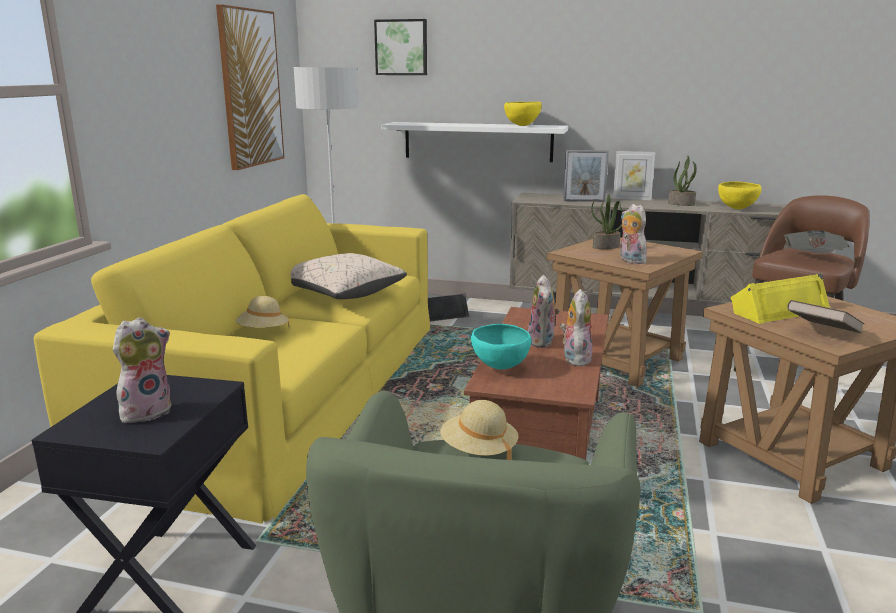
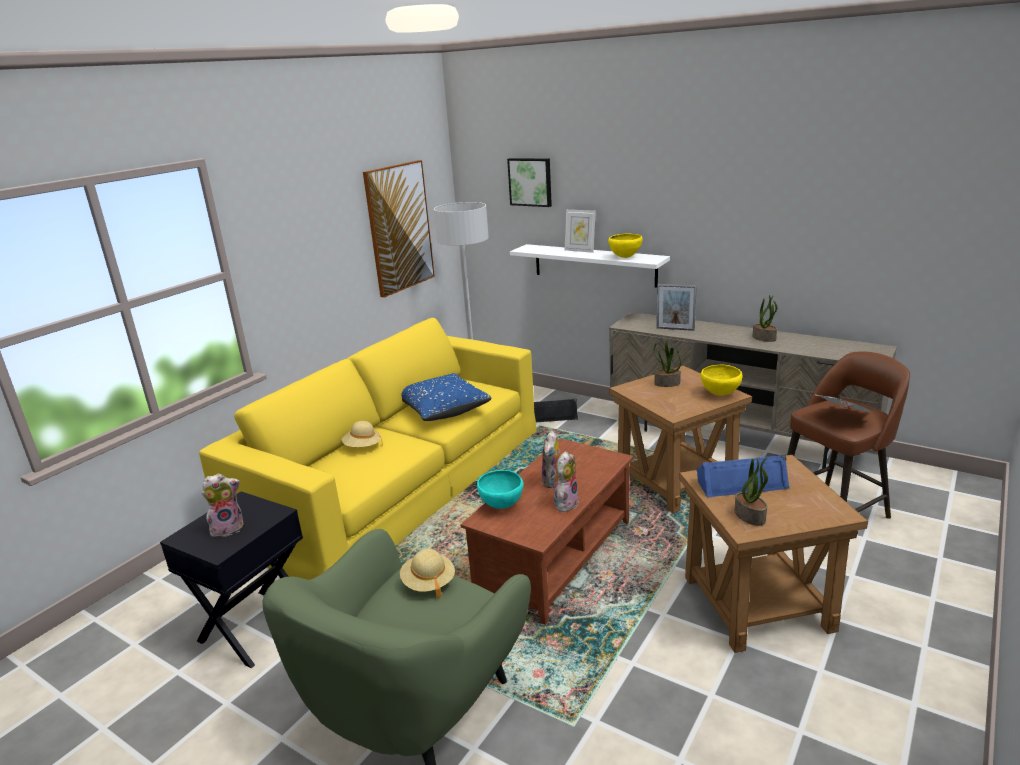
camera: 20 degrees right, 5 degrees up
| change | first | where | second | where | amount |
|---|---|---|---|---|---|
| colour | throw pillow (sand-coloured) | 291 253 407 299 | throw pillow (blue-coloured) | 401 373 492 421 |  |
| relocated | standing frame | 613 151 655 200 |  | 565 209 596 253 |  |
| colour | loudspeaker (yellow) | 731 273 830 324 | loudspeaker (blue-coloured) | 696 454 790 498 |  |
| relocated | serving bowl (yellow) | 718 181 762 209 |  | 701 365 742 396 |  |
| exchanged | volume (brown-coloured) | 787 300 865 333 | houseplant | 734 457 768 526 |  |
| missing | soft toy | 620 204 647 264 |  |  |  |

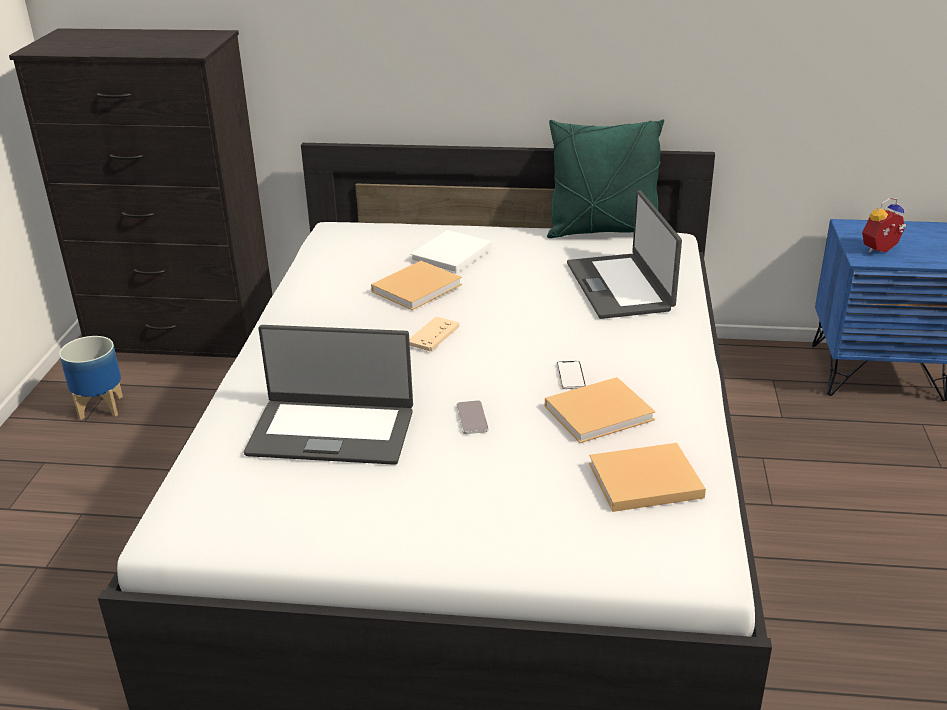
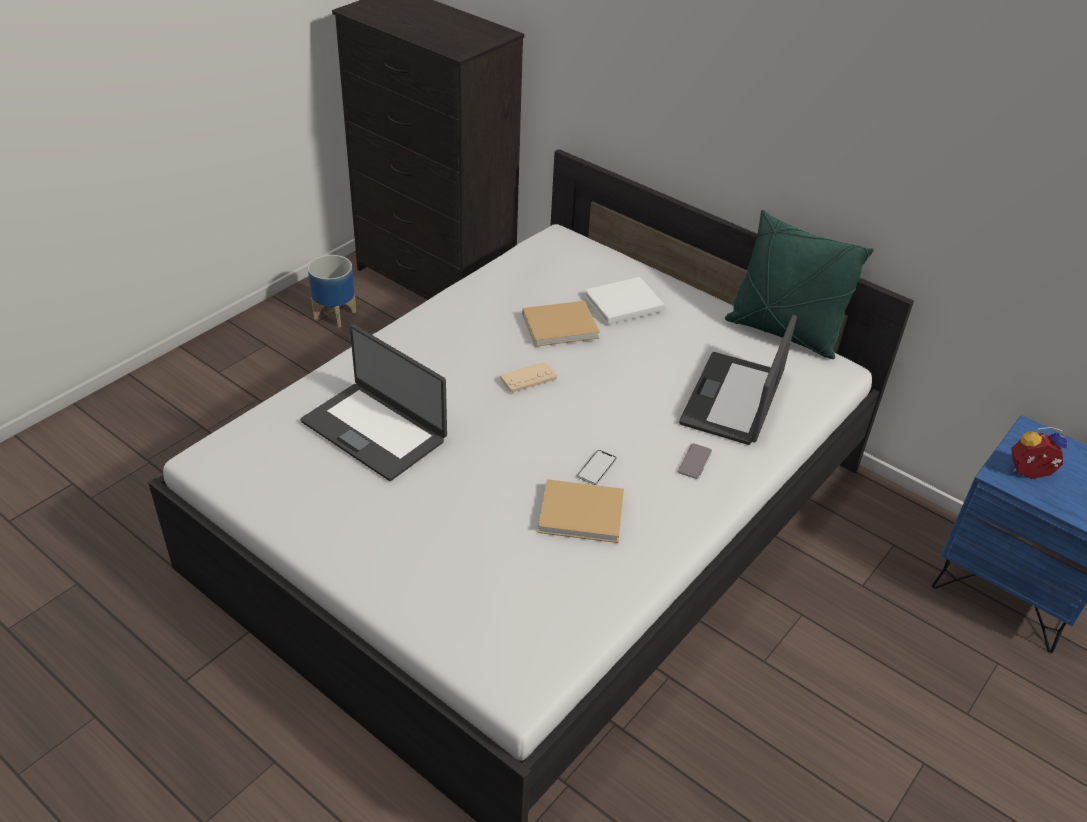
camera: 30 degrees right, 10 degrees up
| change | first | where | second | where | amount |
|---|---|---|---|---|---|
| relocated | telephone | 456 400 489 434 |  | 678 443 712 479 |  |
| missing | volume (sand-coloured) | 589 443 706 512 |  |  |  |

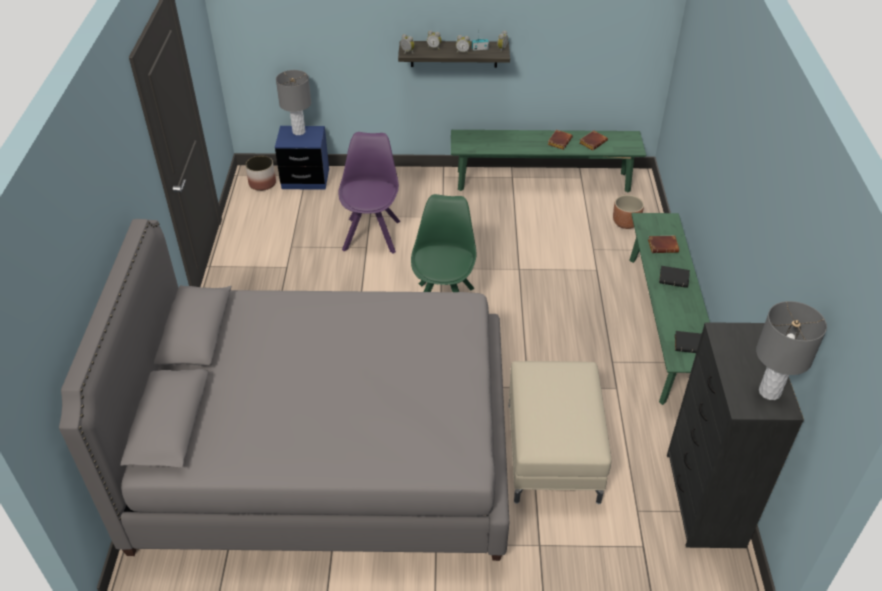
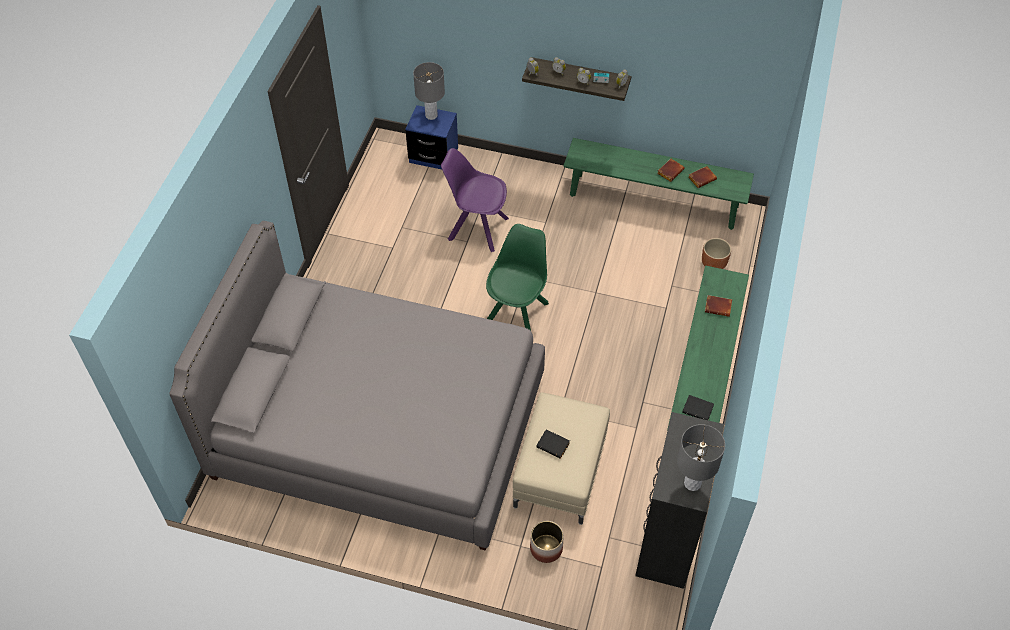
camera: 15 degrees right, 10 degrees up
| change | first | where | second | where | amount |
|---|---|---|---|---|---|
| spun | plain chair (purplish) | 339 132 401 254 |  | 441 148 509 252 | 90 degrees counterclockwise |
| relocated | planter | 245 156 276 191 |  | 530 521 564 563 |  |
| relocated | volume (black) | 659 266 690 288 |  | 536 430 570 459 |  |

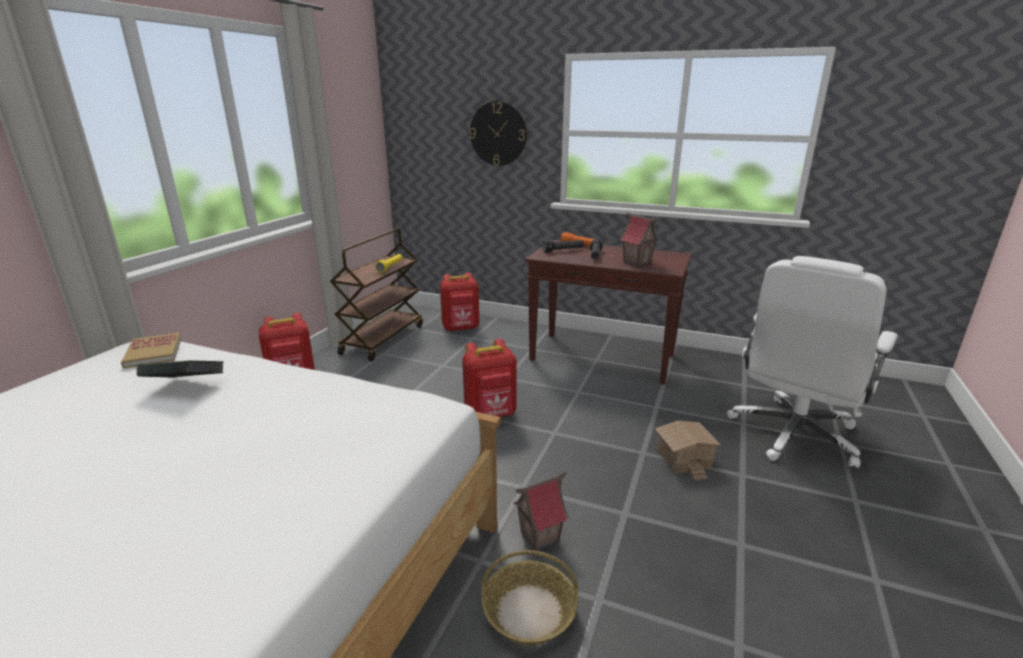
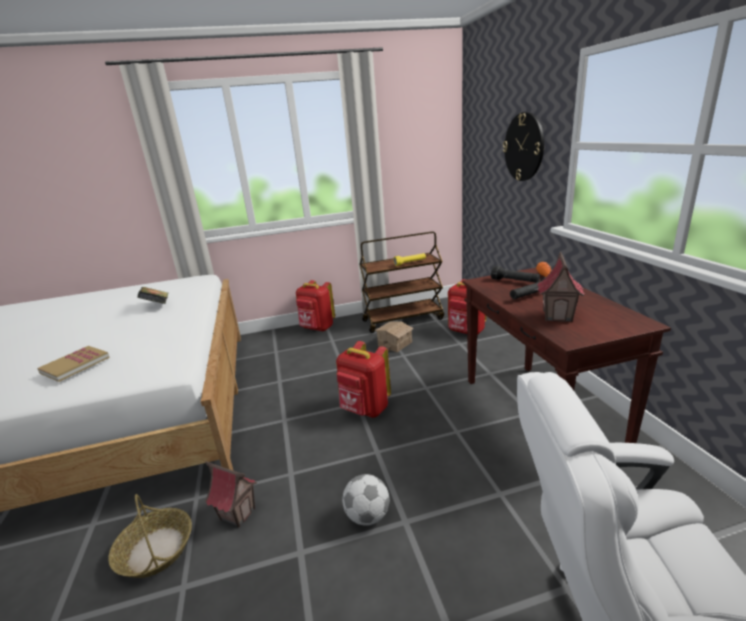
camera: 55 degrees right, 0 degrees up
| change | first | where | second | where | amount |
|---|---|---|---|---|---|
| relocated | volume | 121 333 181 368 |  | 38 346 110 382 |  |
| appeared |  |  | ball for football | 342 474 389 526 |  |
| relocated | miniature house | 655 420 721 481 |  | 374 321 414 352 |  |

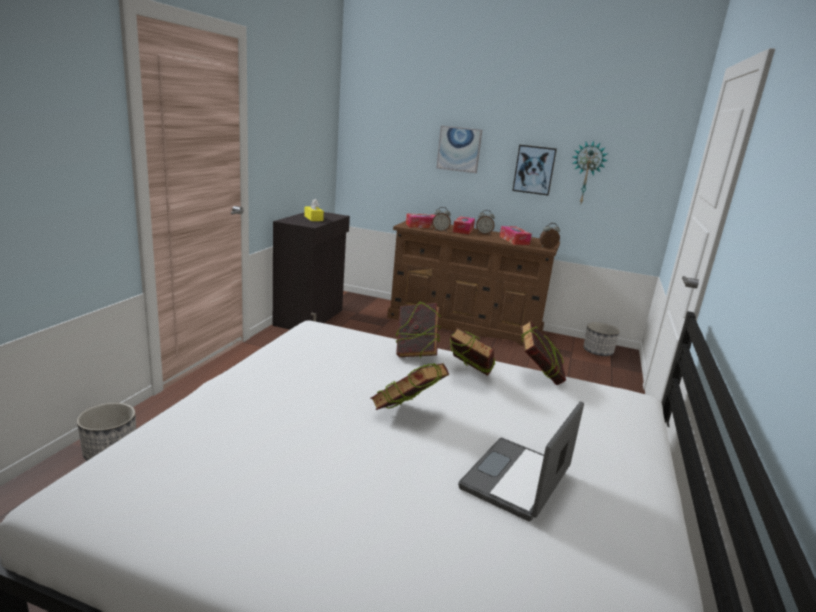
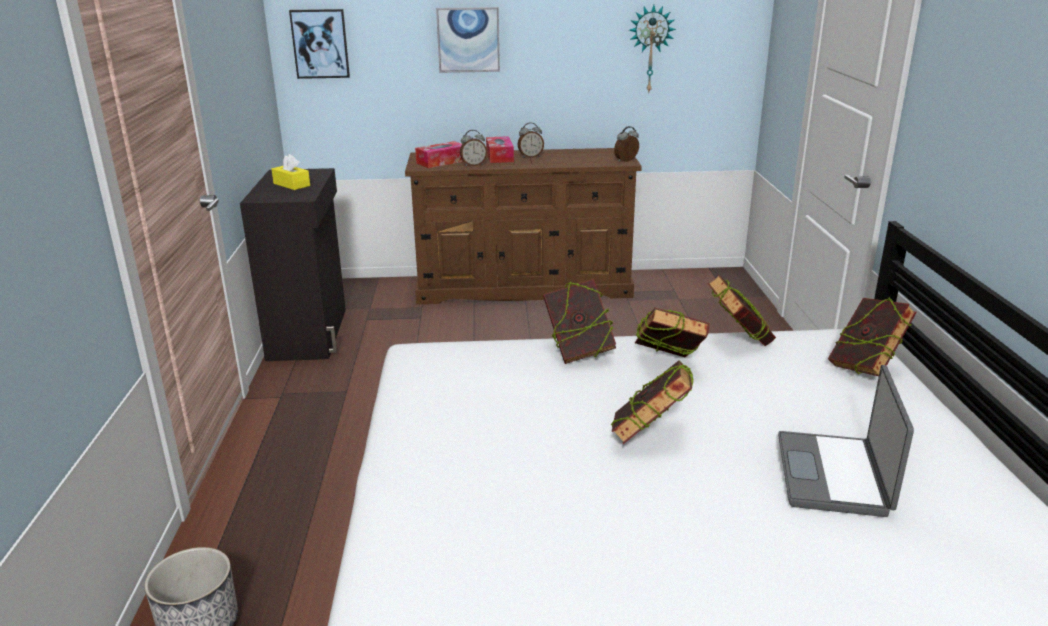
camera: 20 degrees left, 5 degrees up
| change | first | where | second | where | amount |
|---|---|---|---|---|---|
| relocated | picture | 512 145 557 196 |  | 289 9 350 79 |  |
| appeared |  |  | volume | 828 297 917 376 |  |
| missing | box of tissues | 500 226 532 245 |  |  |  |
| missing | planter | 583 322 620 356 |  |  |  |

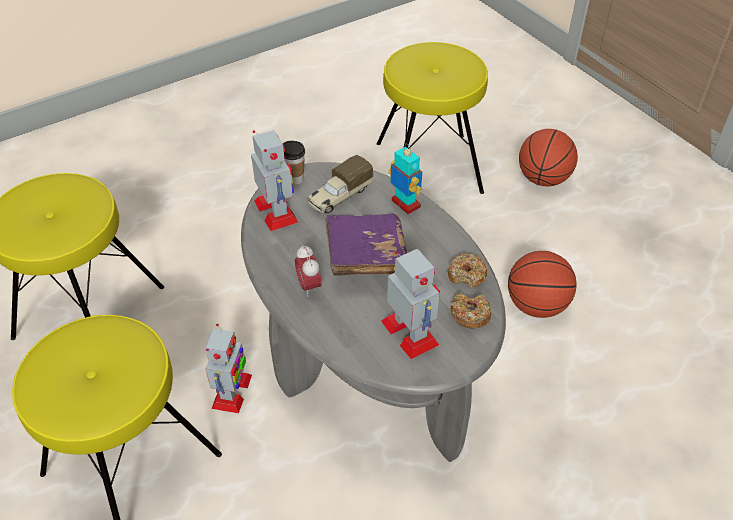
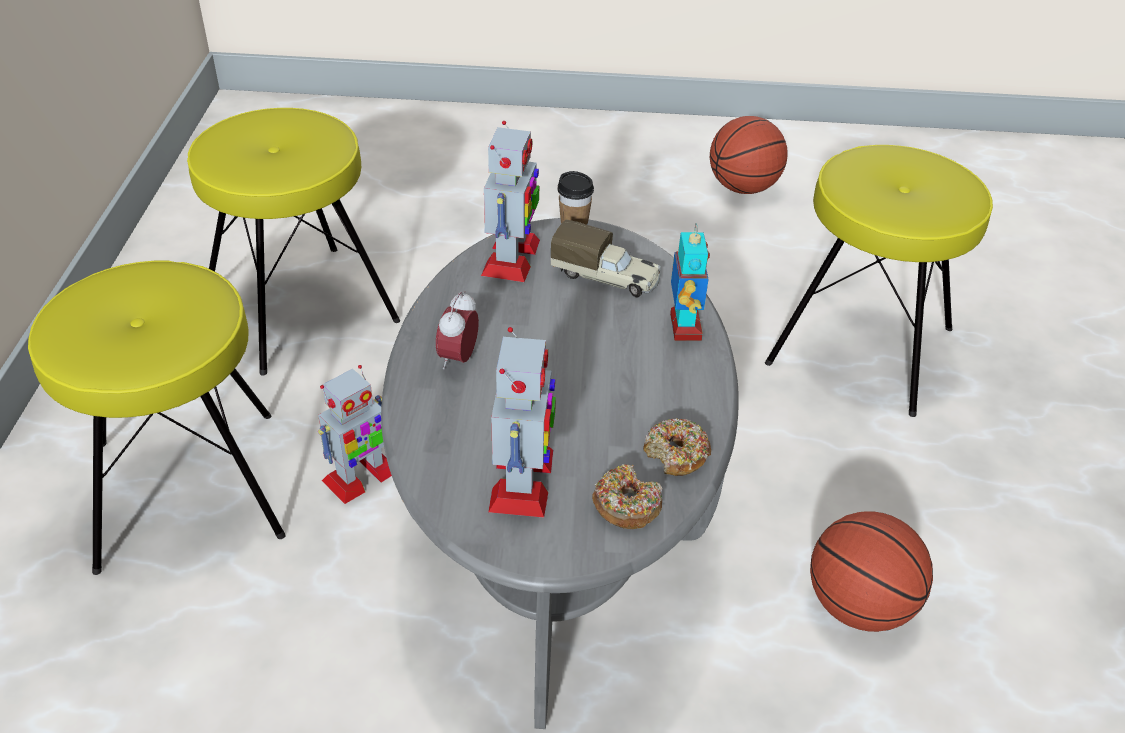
camera: 35 degrees right, 5 degrees down
| change | first | where | second | where | amount |
|---|---|---|---|---|---|
| spun | toy lorry | 307 155 373 213 |  | 551 220 661 298 | 150 degrees counterclockwise |
| relocated | basketball | 519 129 578 186 |  | 710 116 788 194 |  |
| missing | volume (purplish) | 325 214 407 276 |  |  |  |

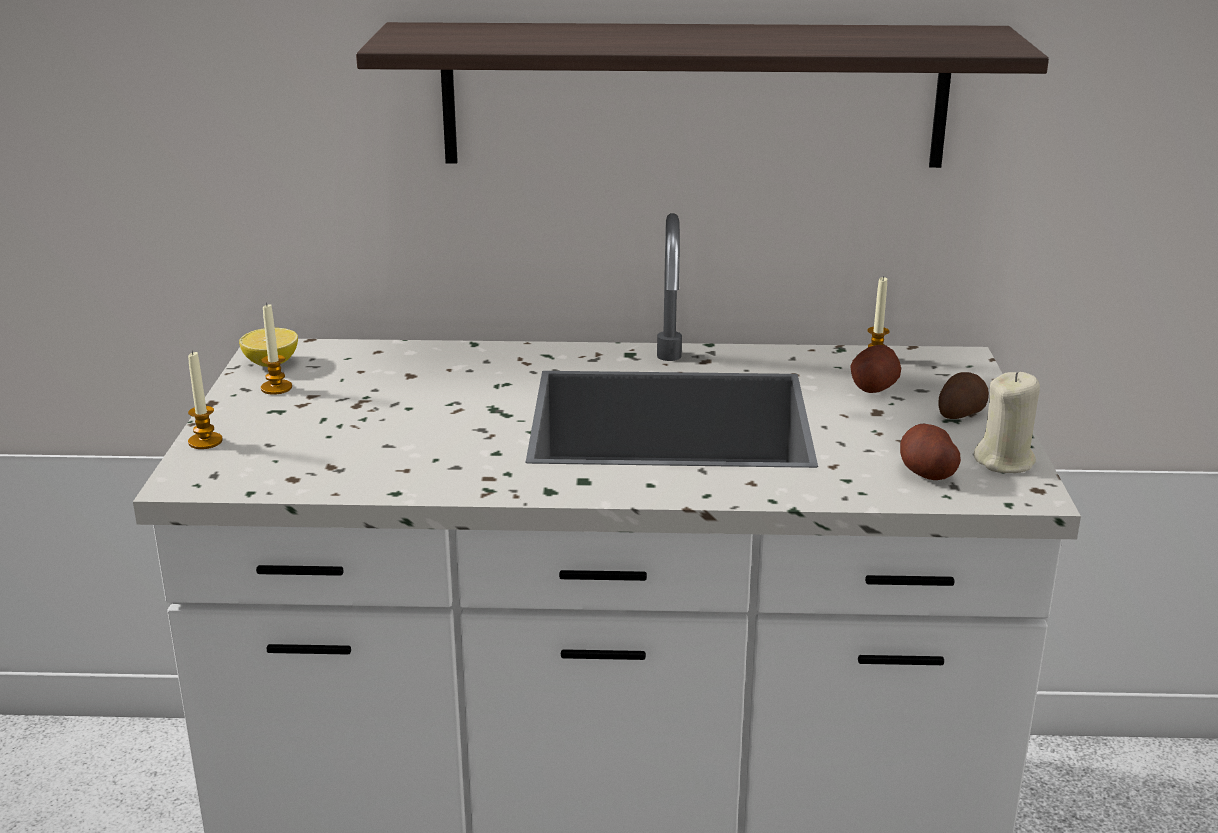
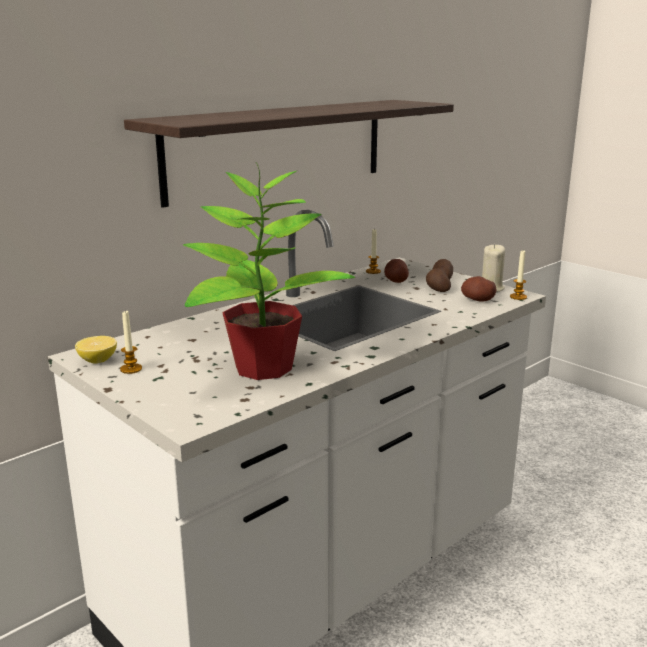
camera: 45 degrees left, 5 degrees down
| change | first | where | second | where | amount |
|---|---|---|---|---|---|
| appeared |  |  | houseplant | 183 162 355 380 |  |
| appeared |  |  | potato | 426 268 451 292 |  |
| relocated | wax candle | 188 350 223 449 |  | 510 250 527 300 |  |

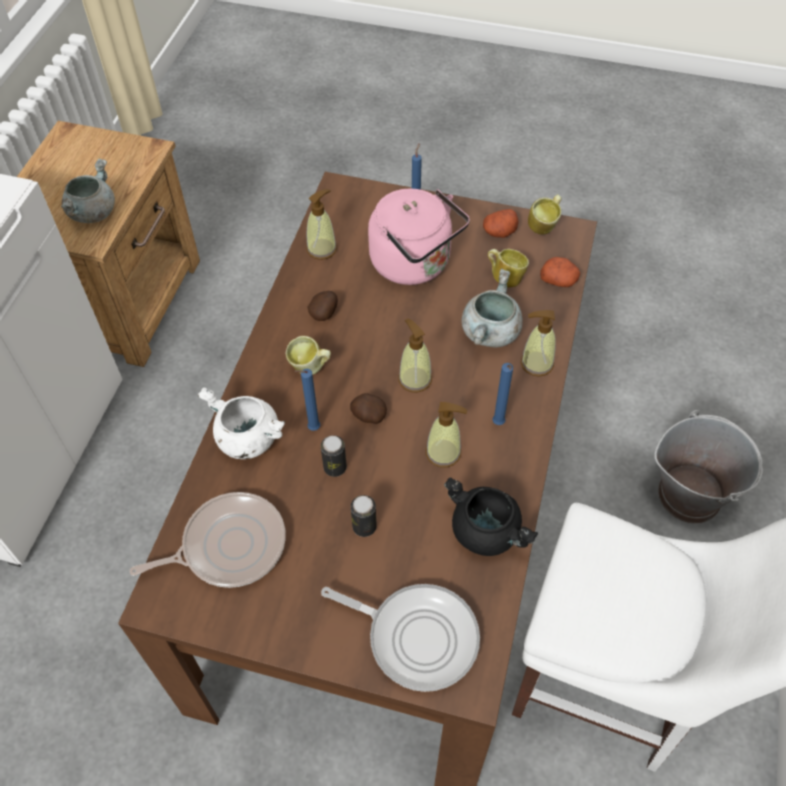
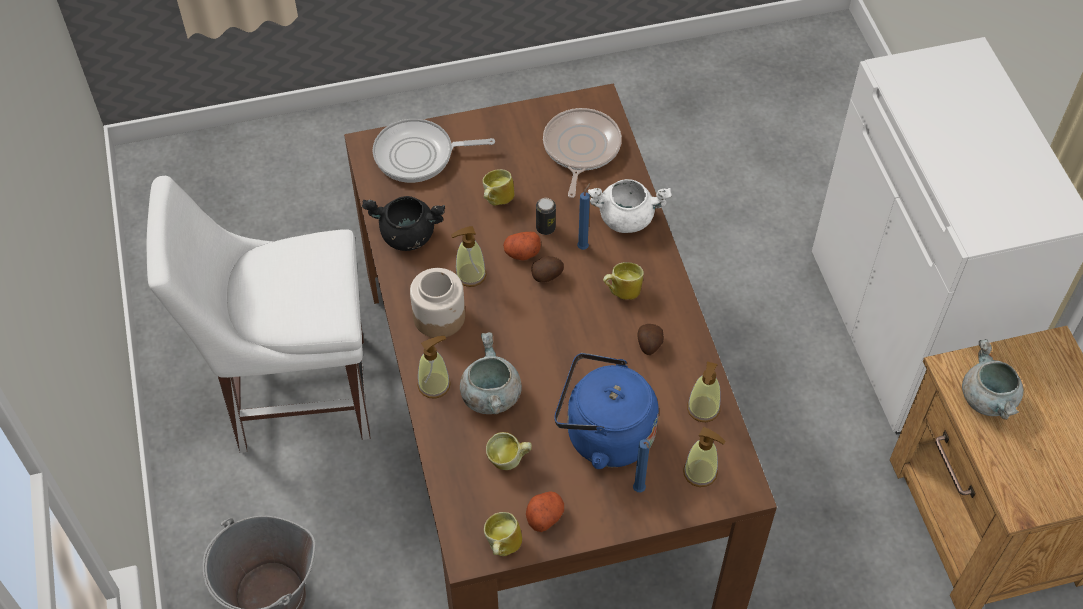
camera: 150 degrees right, 0 degrees up
| change | first | where | second | where | amount |
|---|---|---|---|---|---|
| exchanged | wax candle (blue-coloured) | 492 363 513 425 | jar | 410 268 465 338 |  |
| exchanged | metal can | 351 495 377 537 | coffee mug | 482 169 514 205 |  |
| relocated | potato | 540 257 580 287 |  | 503 232 541 261 |  |
| spun | frying pan | 129 492 286 588 |  | 543 108 622 198 | 150 degrees clockwise |
| colour | kettle (pink) | 368 189 470 285 | kettle (blue-coloured) | 554 353 659 469 |  |
| relocated | soap bottle | 398 319 432 393 |  | 683 427 725 487 |  |

